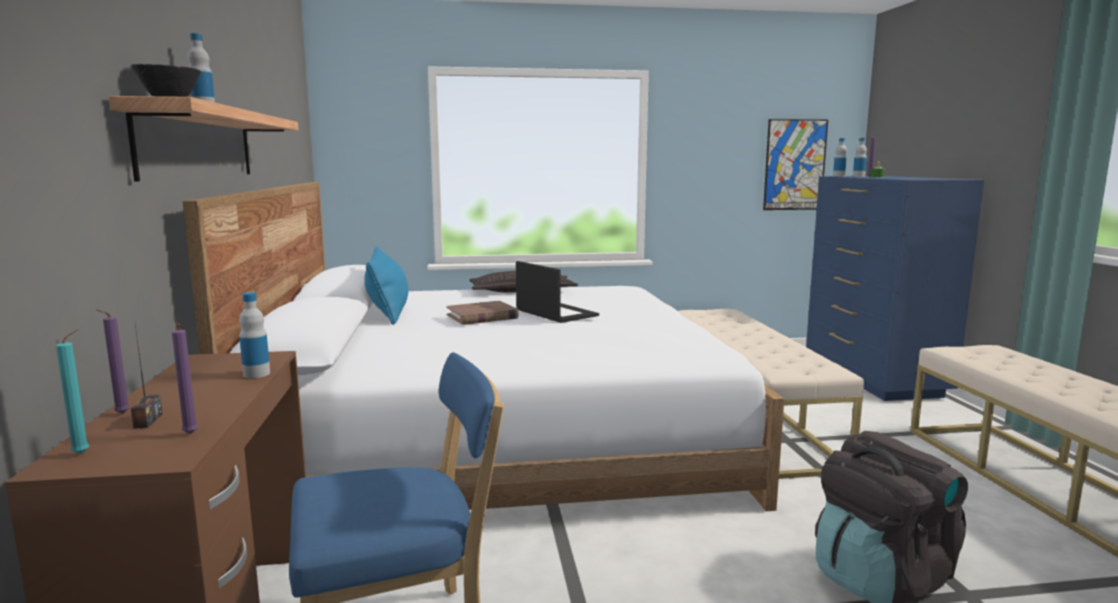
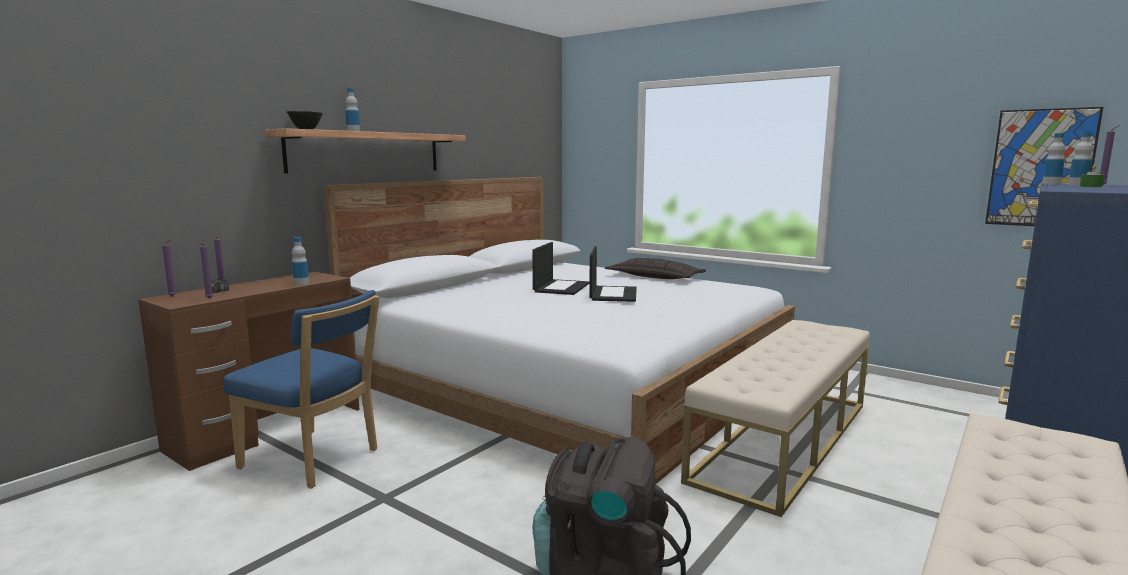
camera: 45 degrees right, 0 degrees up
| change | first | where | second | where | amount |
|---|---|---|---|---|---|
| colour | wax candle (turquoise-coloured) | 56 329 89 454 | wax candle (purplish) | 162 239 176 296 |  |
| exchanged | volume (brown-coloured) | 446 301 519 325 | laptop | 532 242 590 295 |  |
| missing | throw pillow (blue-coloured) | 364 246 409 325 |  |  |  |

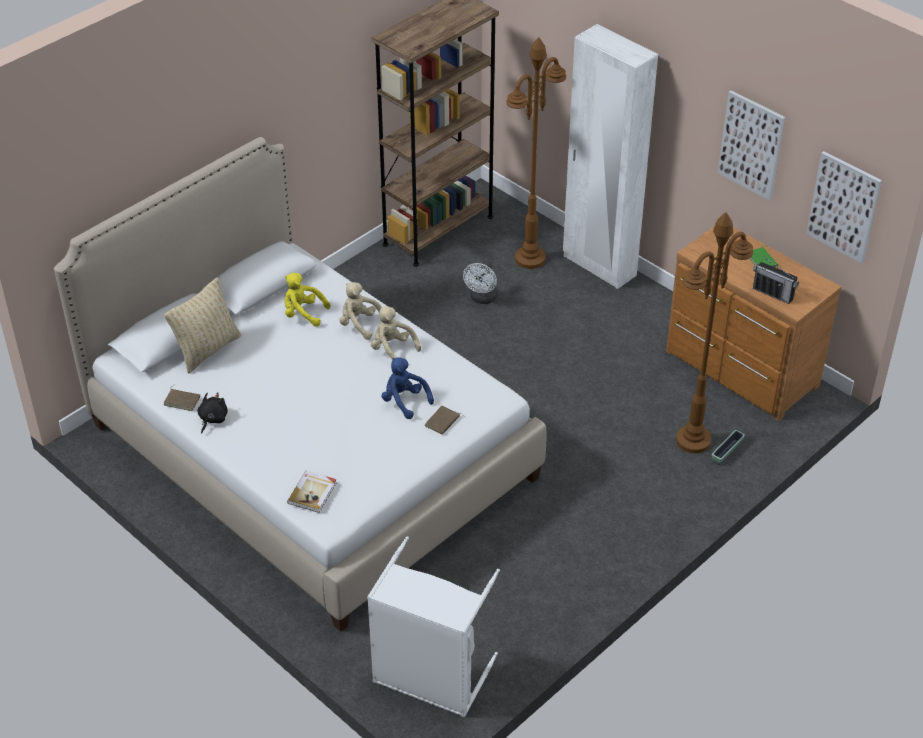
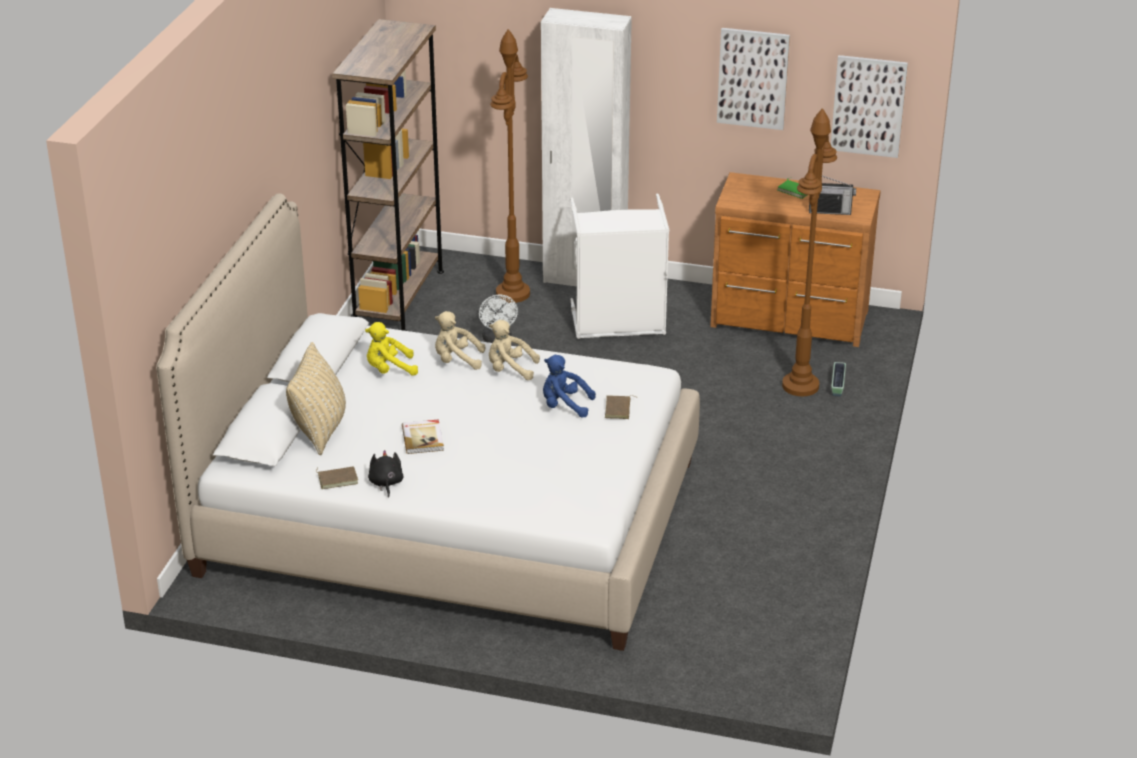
camera: 30 degrees left, 10 degrees down
| change | first | where | second | where | amount |
|---|---|---|---|---|---|
| relocated | volume | 287 471 337 513 |  | 402 419 444 454 |  |
| relocated | hamper (white) | 367 536 500 717 |  | 570 194 669 339 |  |

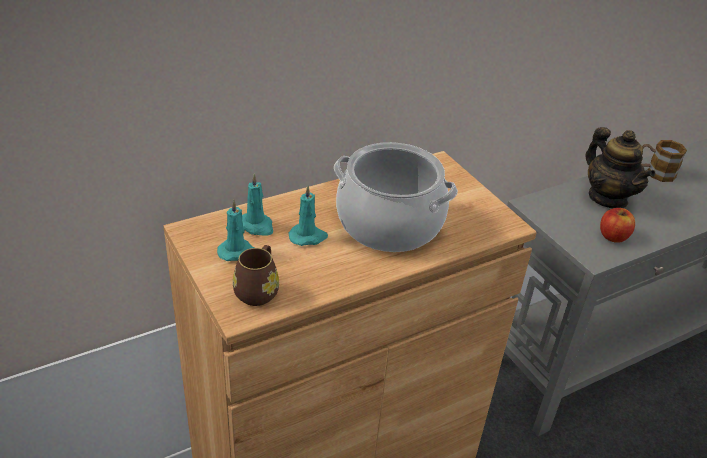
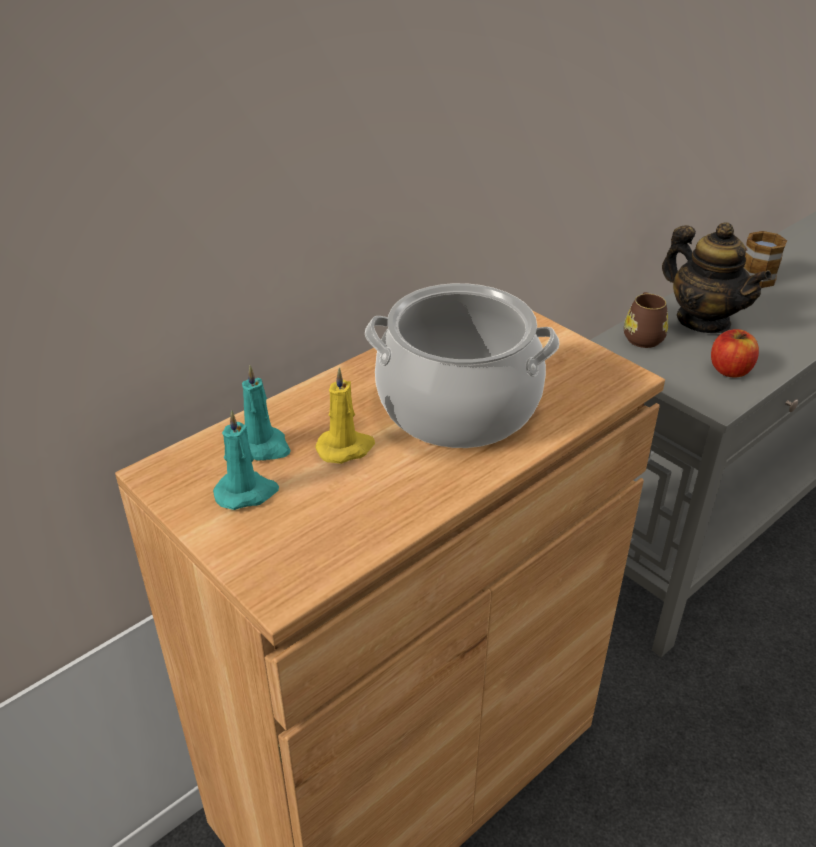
camera: 10 degrees left, 0 degrees up
| change | first | where | second | where | amount |
|---|---|---|---|---|---|
| colour | wax candle (turquoise-coloured) | 289 185 328 246 | wax candle (yellow) | 315 367 375 464 |  |
| relocated | coffee mug (brown-coloured) | 233 245 279 306 |  | 624 292 668 348 |  |

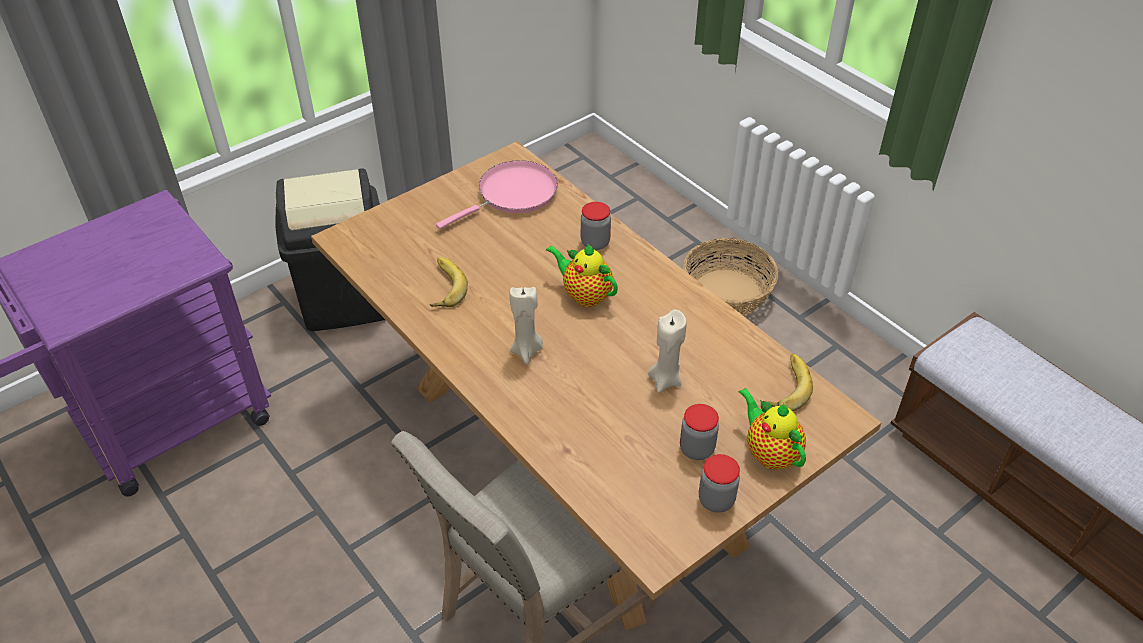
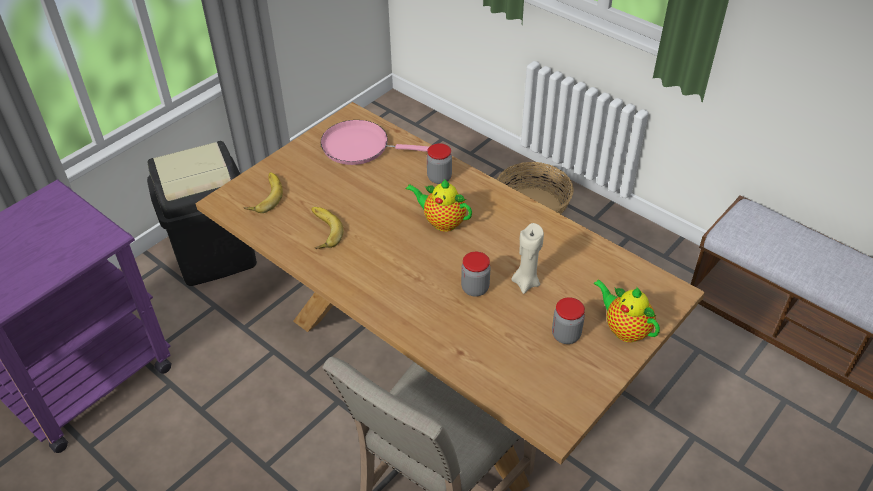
camera: 10 degrees left, 0 degrees up
| change | first | where | second | where | amount |
|---|---|---|---|---|---|
| relocated | banana fruit | 763 354 813 411 |  | 244 172 283 213 |  |
| spun | frying pan (pink) | 436 160 558 229 |  | 321 120 429 165 | 120 degrees counterclockwise |
| relocated | jar | 699 454 740 513 |  | 461 252 490 297 |  |
| missing | wax candle (sand-coloured) | 510 287 543 364 |  |  |  |

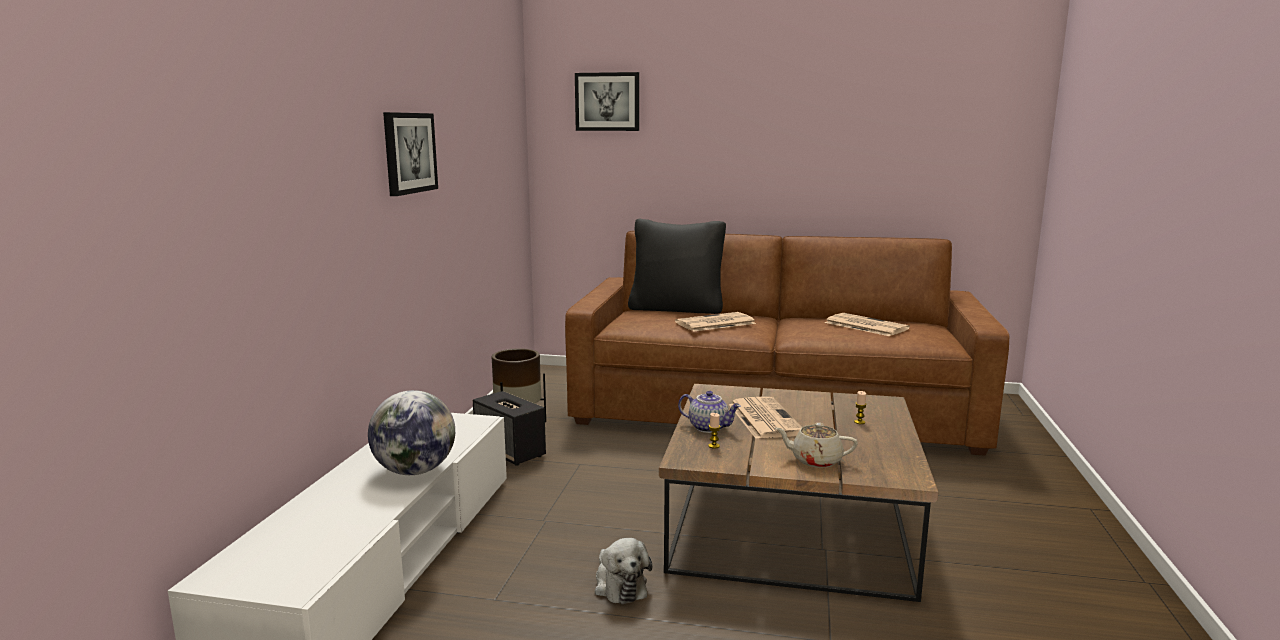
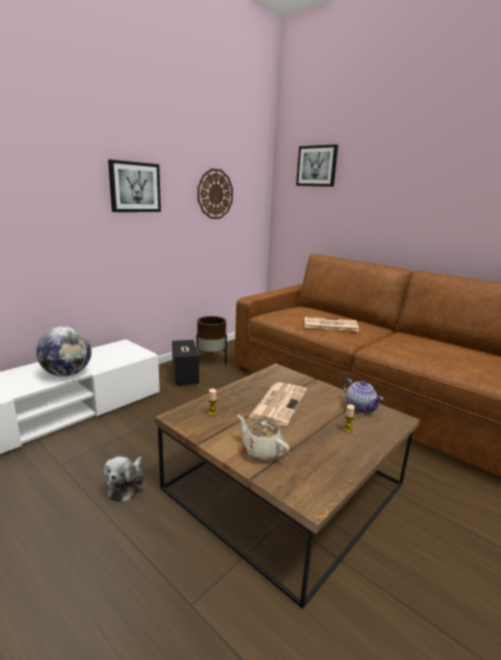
camera: 30 degrees right, 5 degrees up
| change | first | where | second | where | amount |
|---|---|---|---|---|---|
| appeared |  |  | hanging clock | 198 168 233 219 |  |
| relocated | pot for tea | 678 391 741 433 |  | 343 378 384 413 |  |
| missing | throw pillow (black) | 628 219 726 314 |  |  |  |
| missing | printed paper | 825 313 910 336 |  |  |  |

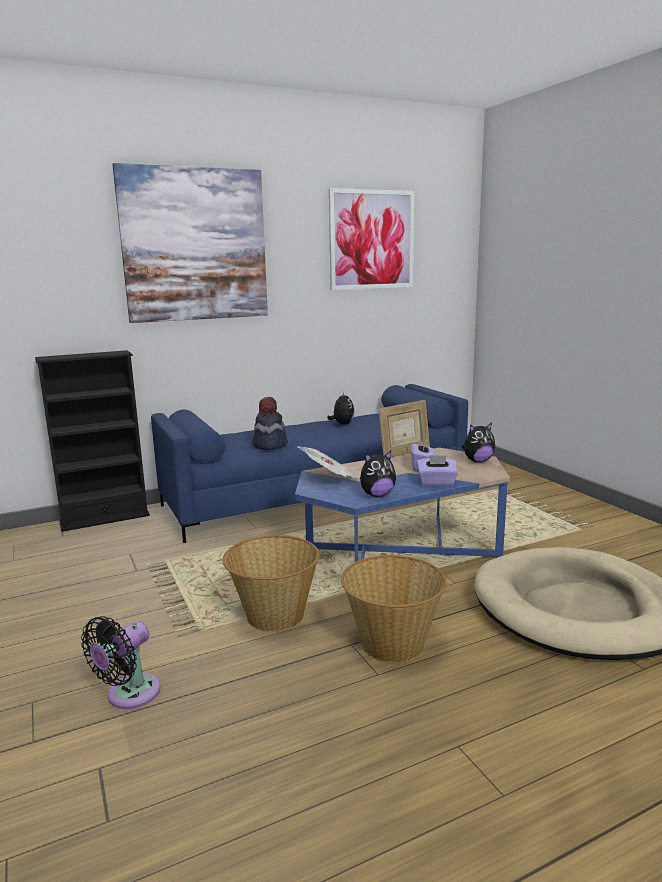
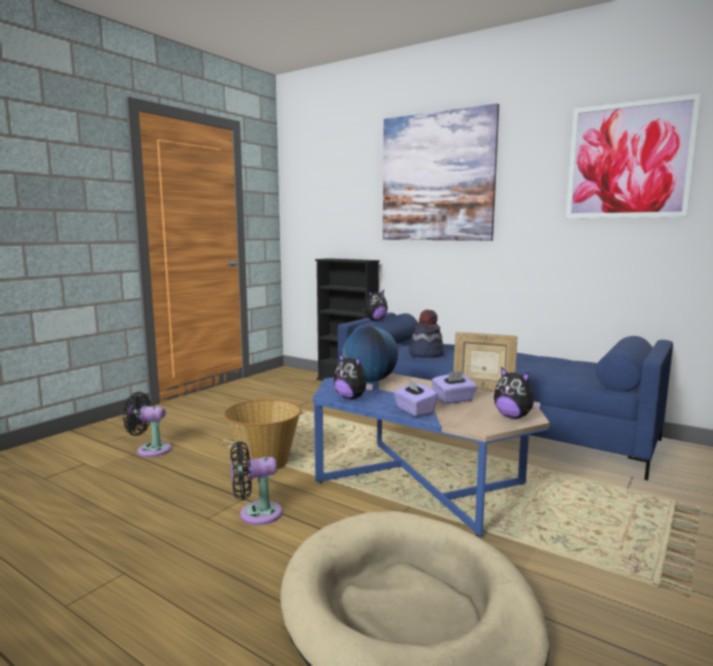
camera: 60 degrees right, 5 degrees down
| change | first | where | second | where | amount |
|---|---|---|---|---|---|
| exchanged | household basket | 341 555 447 663 | cooling fan (black) | 230 441 282 525 |  |
| exchanged | printed paper | 297 446 360 479 | desk globe | 343 326 398 382 |  |
| relocated | soft toy | 327 392 354 425 |  | 362 290 388 321 |  |

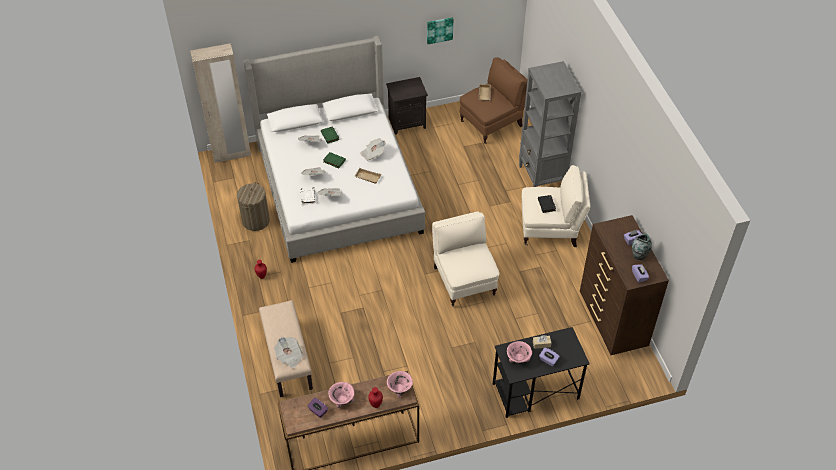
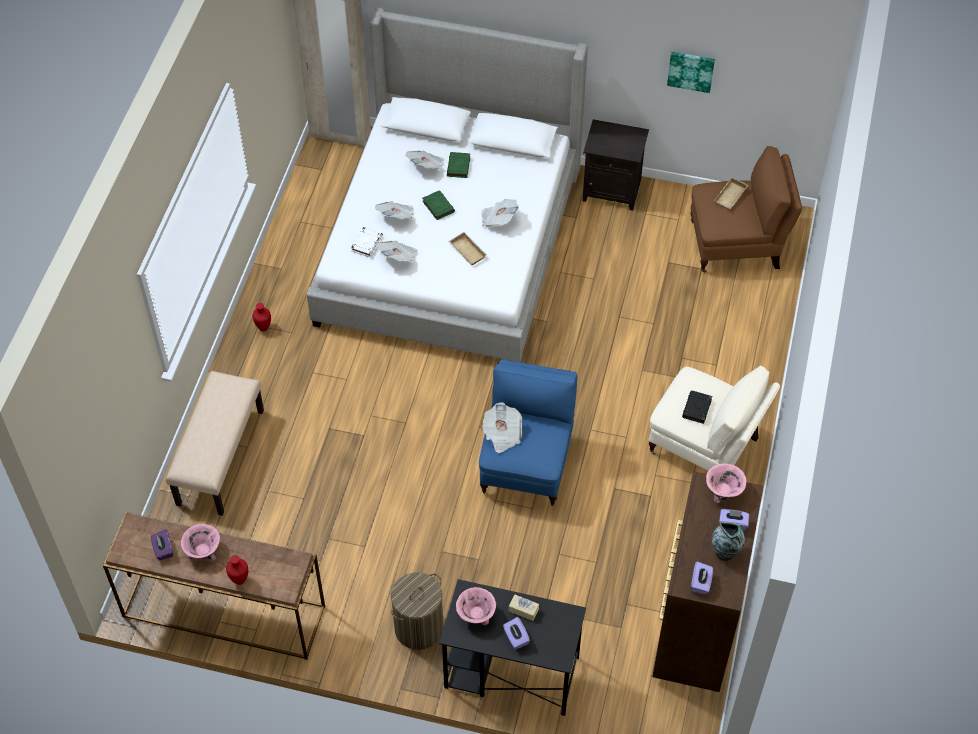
camera: 30 degrees right, 5 degrees up
| change | first | where | second | where | amount |
|---|---|---|---|---|---|
| relocated | hamper | 237 182 270 231 |  | 391 572 443 650 |  |
| colour | armchair (sand-coloured) | 432 212 499 307 | armchair (blue-coloured) | 479 360 577 506 |  |
| relocated | printed paper | 274 337 304 369 |  | 482 402 522 453 |  |
| relocated | serving bowl (pink) | 387 371 413 398 |  | 706 463 746 503 |  |
| missing | bookcase (gray) | 519 61 581 187 |  |  |  |

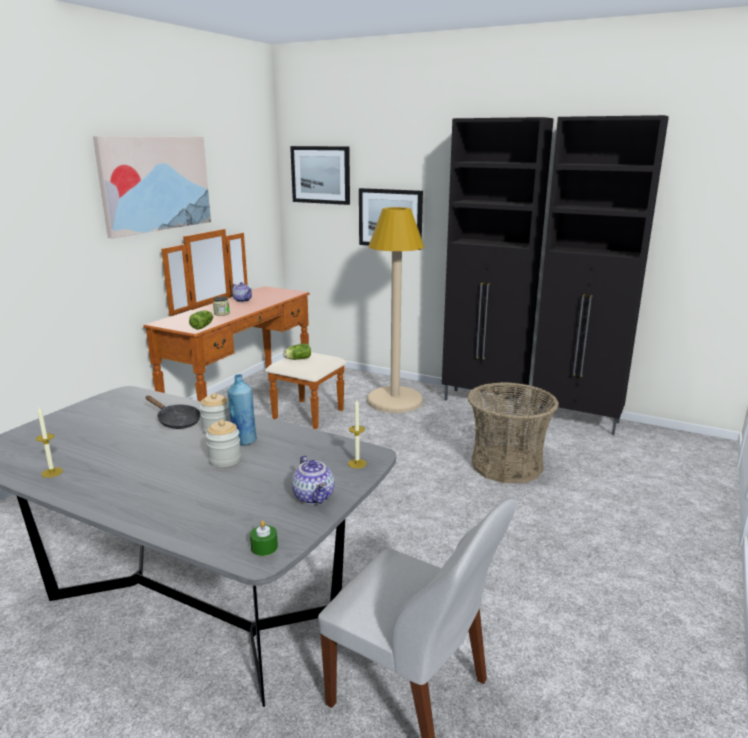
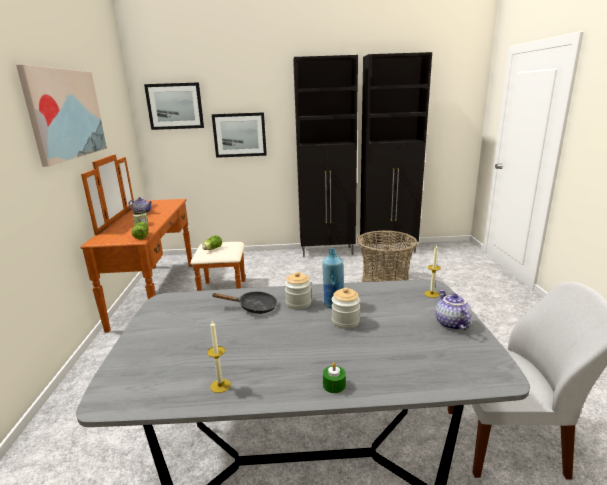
camera: 30 degrees left, 0 degrees up
| change | first | where | second | where | amount |
|---|---|---|---|---|---|
| relocated | wax candle (green) | 250 520 278 556 |  | 323 362 346 393 |  |
| spun | pot for tea | 292 455 335 505 |  | 435 290 472 330 | 135 degrees counterclockwise |
| missing | standing lamp (sand-coloured) | 367 207 424 413 |  |  |  |

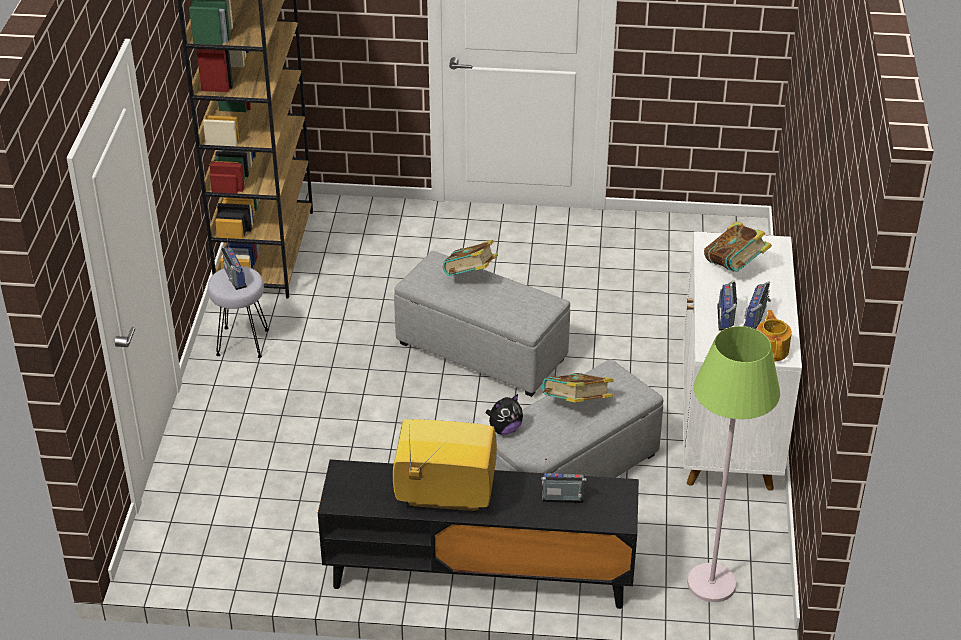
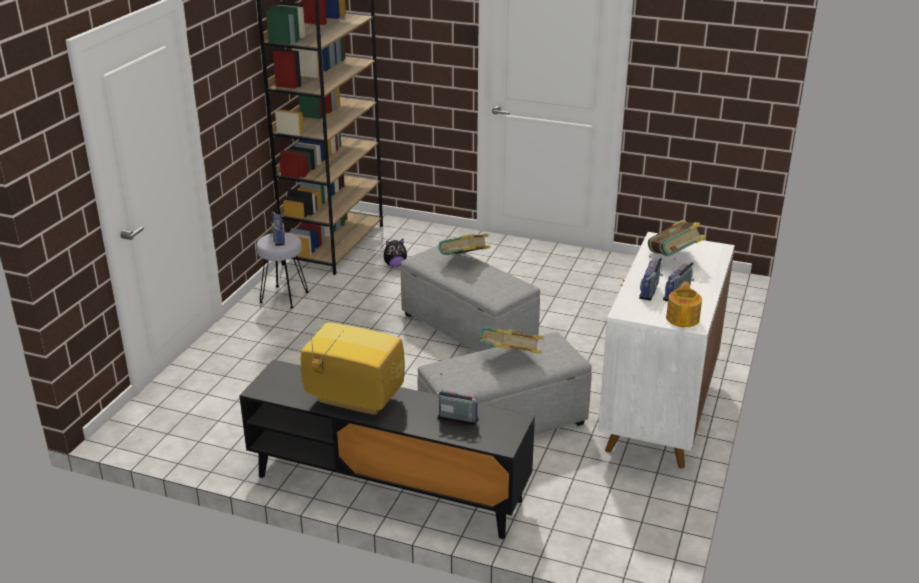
camera: 15 degrees right, 10 degrees down
| change | first | where | second | where | amount |
|---|---|---|---|---|---|
| relocated | soft toy | 486 394 523 435 |  | 384 238 407 267 |  |
| missing | standing lamp (green) | 688 326 780 602 |  |  |  |

